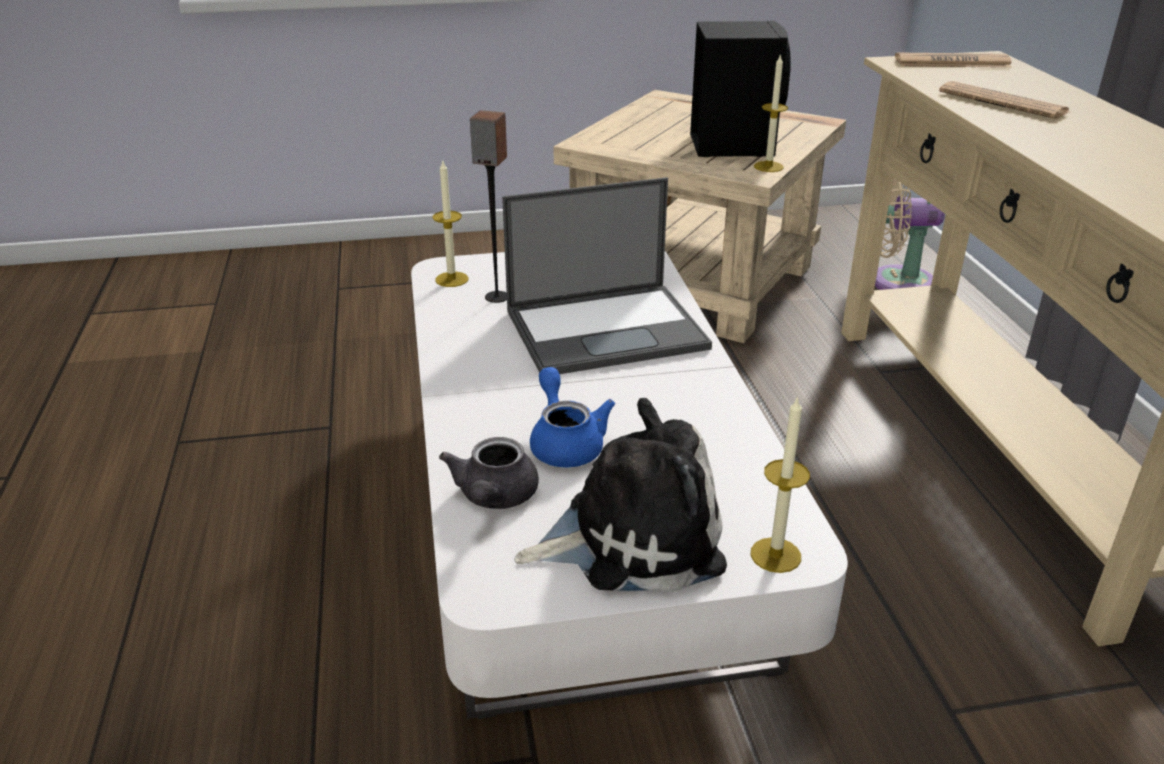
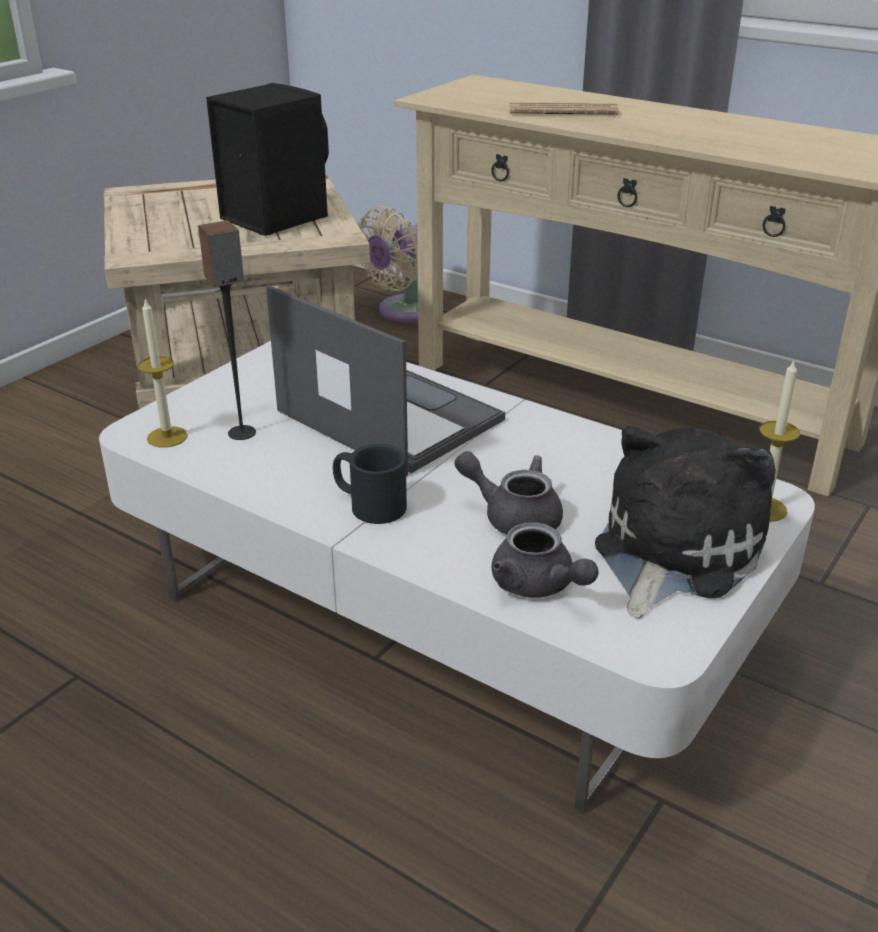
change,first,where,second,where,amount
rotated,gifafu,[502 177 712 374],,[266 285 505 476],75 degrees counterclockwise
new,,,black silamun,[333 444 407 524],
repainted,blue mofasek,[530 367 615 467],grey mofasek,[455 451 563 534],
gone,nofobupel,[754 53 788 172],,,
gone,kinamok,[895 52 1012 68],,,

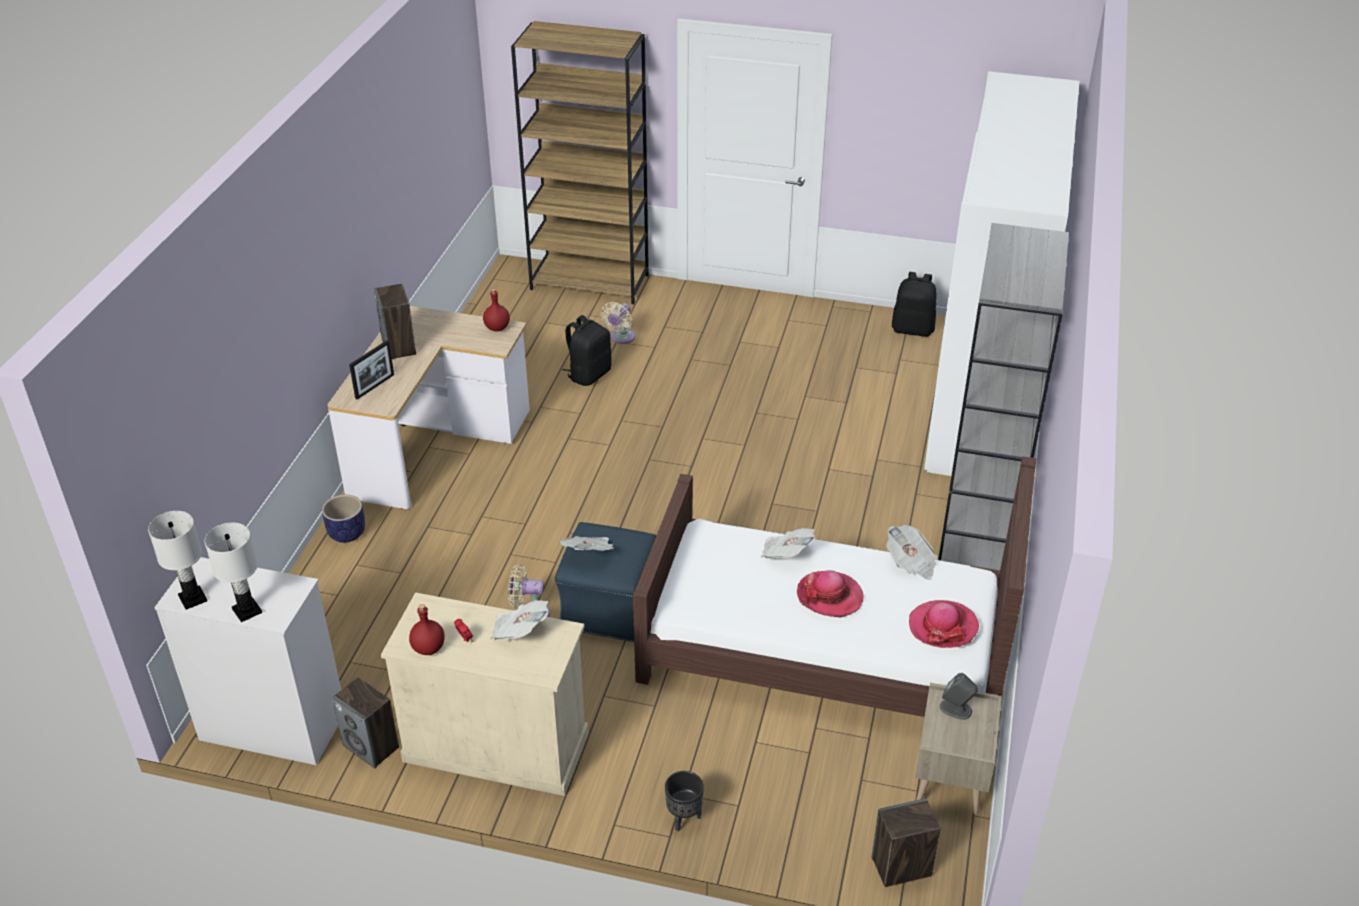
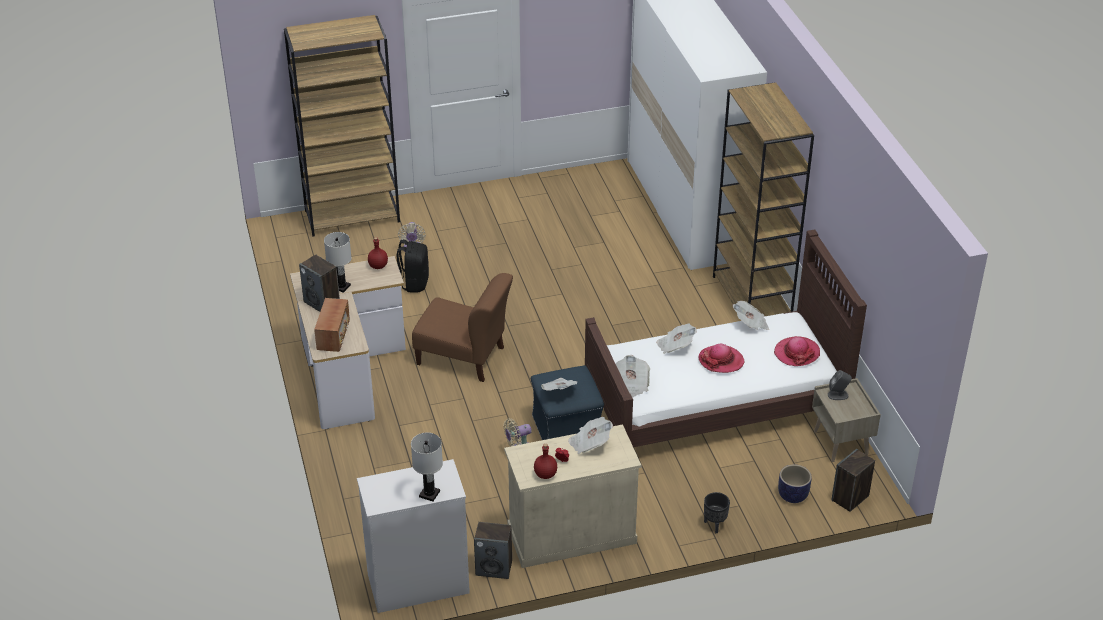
change,first,where,second,where,amount
swapped,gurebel,[349 340 394 400],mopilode,[314 298 350 352],
shifted,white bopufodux,[148 511 207 610],,[324 232 352 293],
new,,,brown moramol,[412 273 513 382],
new,,,kinamok,[616 355 650 398],
repainted,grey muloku,[938 223 1069 570],brown muloku,[713 82 814 317],
shifted,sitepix,[322 495 365 543],,[778 464 812 503],
gone,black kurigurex,[892 272 937 337],,,

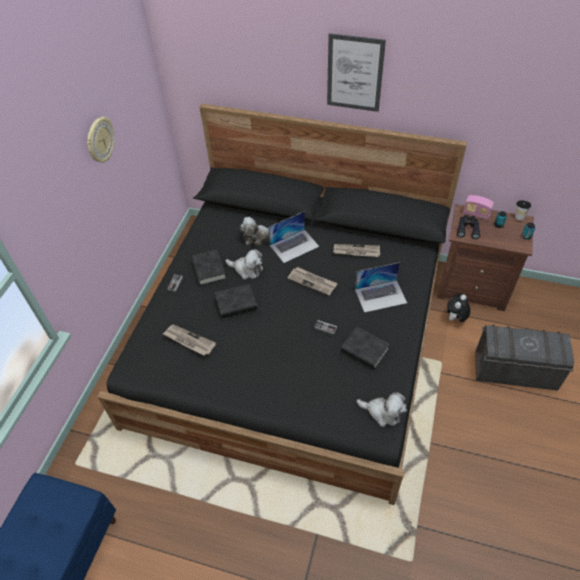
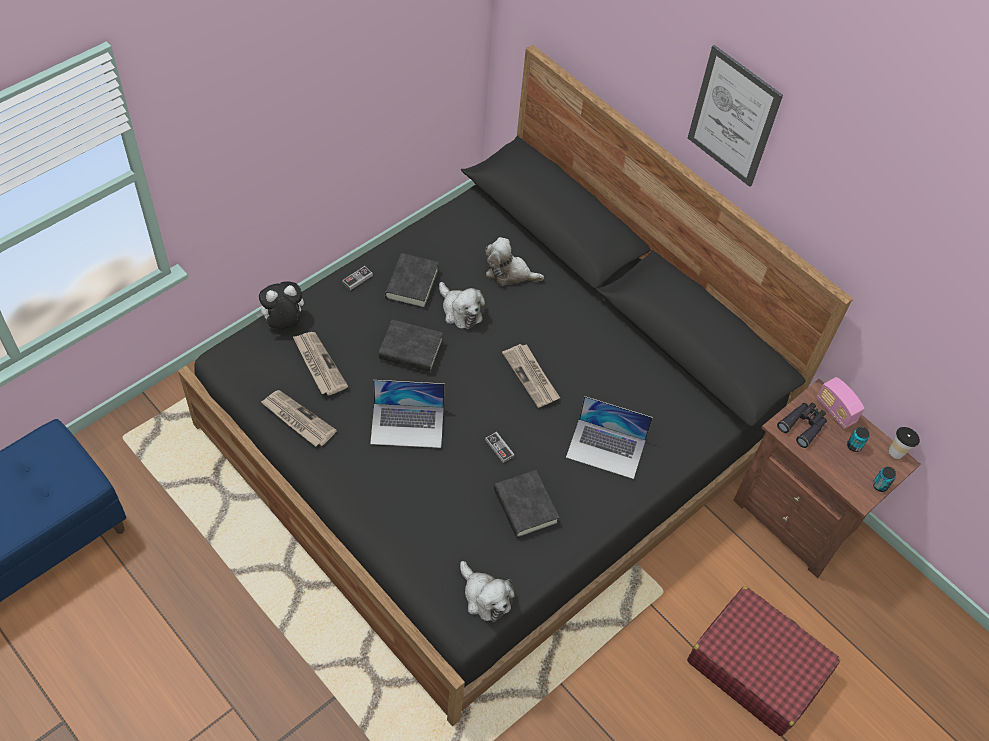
change,first,where,second,where,amount
shifted,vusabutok,[447 294 471 322],,[256 281 304 329],
shifted,kinamok,[333 244 380 257],,[261 390 337 447],
shifted,gifafu,[268 211 320 263],,[370 380 445 448],
swapped,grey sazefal,[475 325 574 391],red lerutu,[687 586 841 736],
gone,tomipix,[87 116 115 163],,,

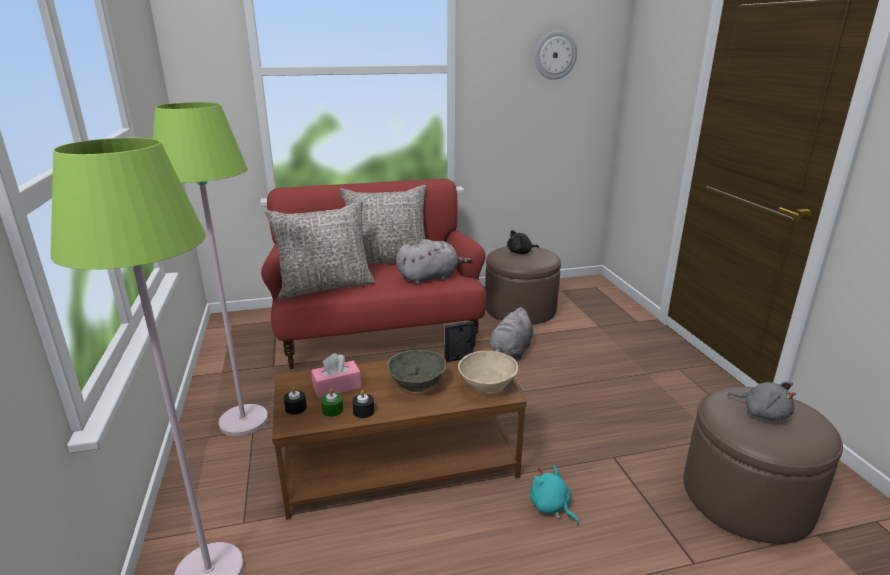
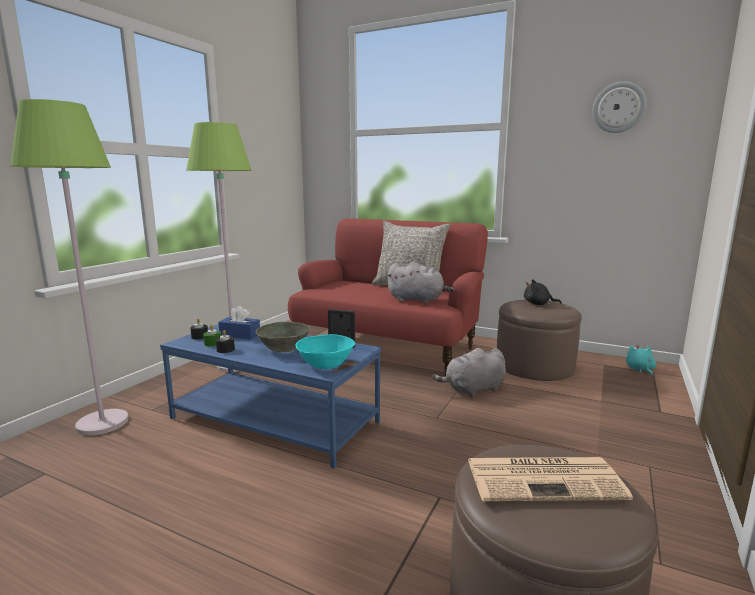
change,first,where,second,where,amount
repainted,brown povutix,[272 347 527 520],blue povutix,[160 324 381 469],
repainted,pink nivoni,[311 353 361 398],blue nivoni,[218 306 260 340],
repainted,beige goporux,[458 351 518 393],turquoise goporux,[296 334 355 369],
swapped,grey vusabutok,[727 382 796 421],kinamok,[468 457 633 501],
shifted,turquoise vusabutok,[530 465 579 525],,[626 345 656 376],
gone,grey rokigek,[265 200 376 299],,,

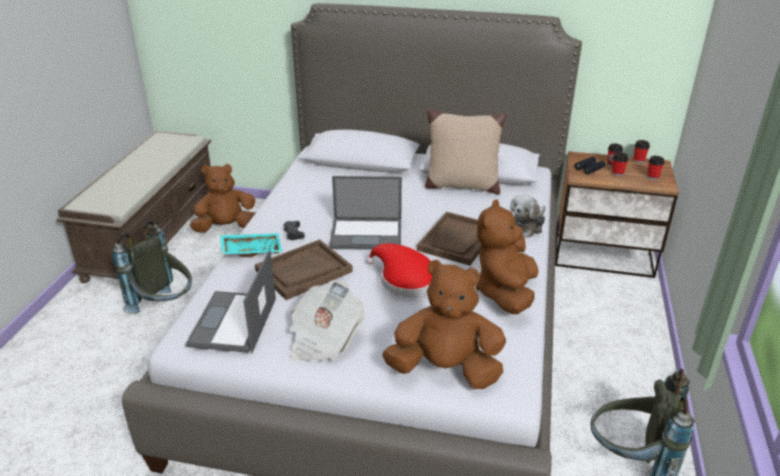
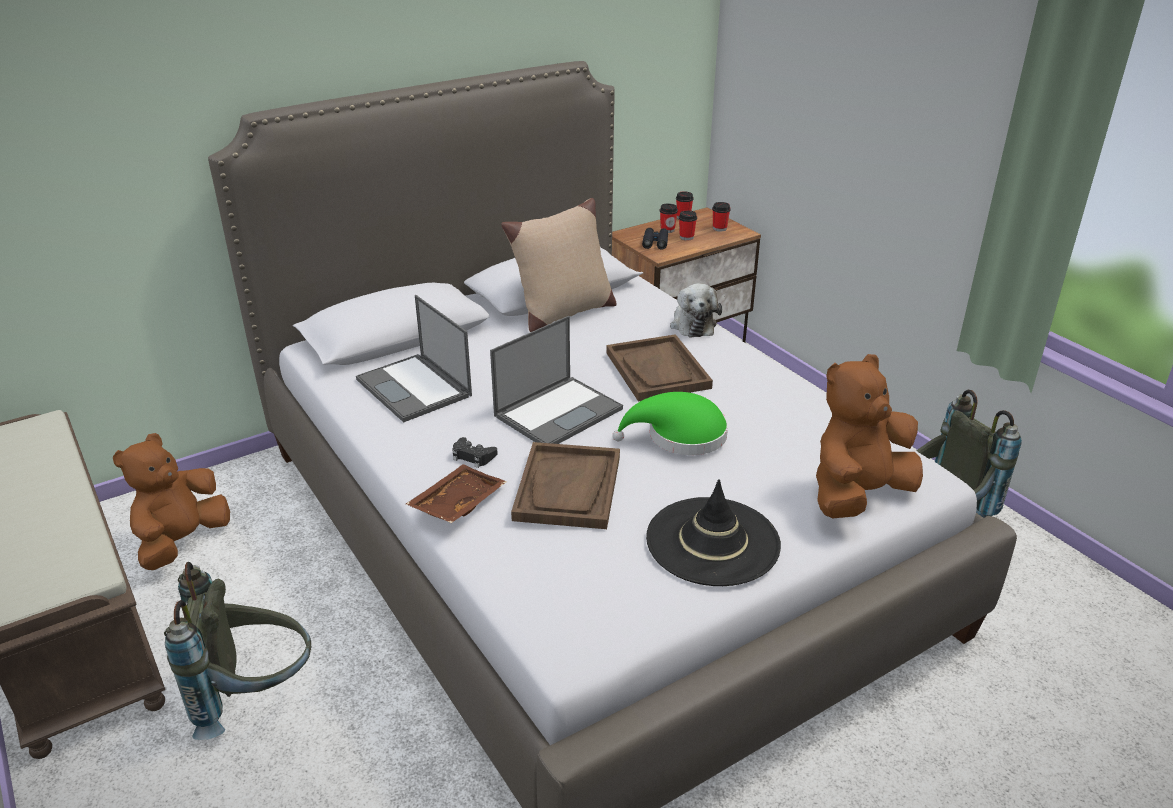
change,first,where,second,where,amount
shifted,gifafu,[186 250 276 353],,[356 295 472 422],
repainted,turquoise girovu,[220 233 282 257],brown girovu,[406 464 507 523],
repainted,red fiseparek,[366 243 432 297],green fiseparek,[612 392 728 455],
swapped,kinamok,[289 281 364 361],black fiseparek,[646 479 781 586],
gone,brown vusabutok,[476 199 539 314],,,

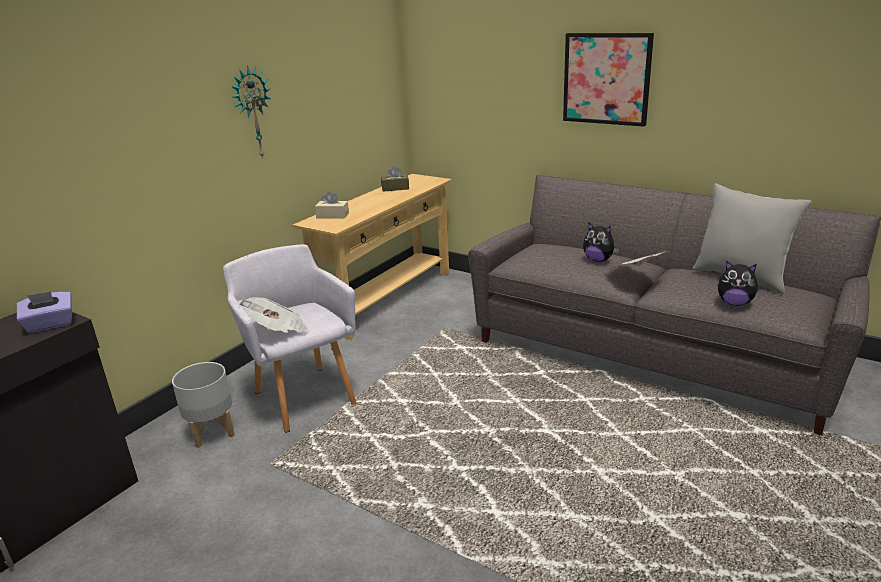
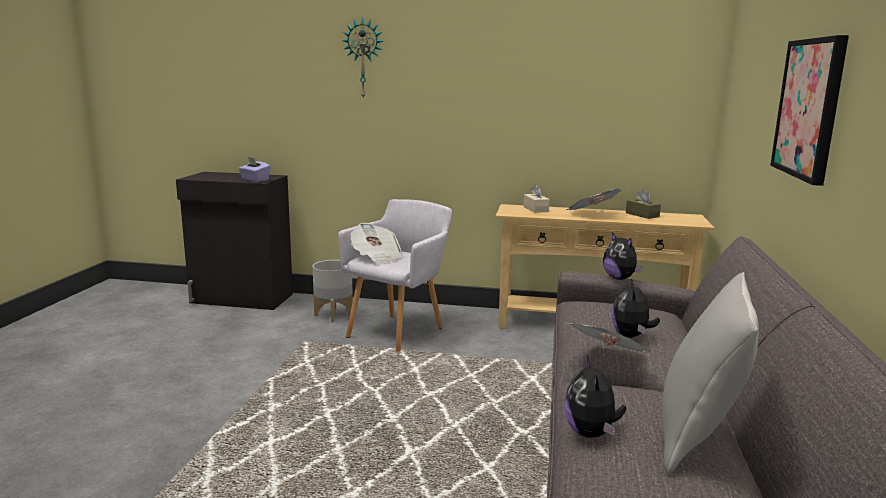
change,first,where,second,where,amount
shifted,tomipix,[231 66 271 159],,[342 17 383 99],
new,,,kinamok,[566 188 621 210],
new,,,vusabutok,[603 232 643 280],

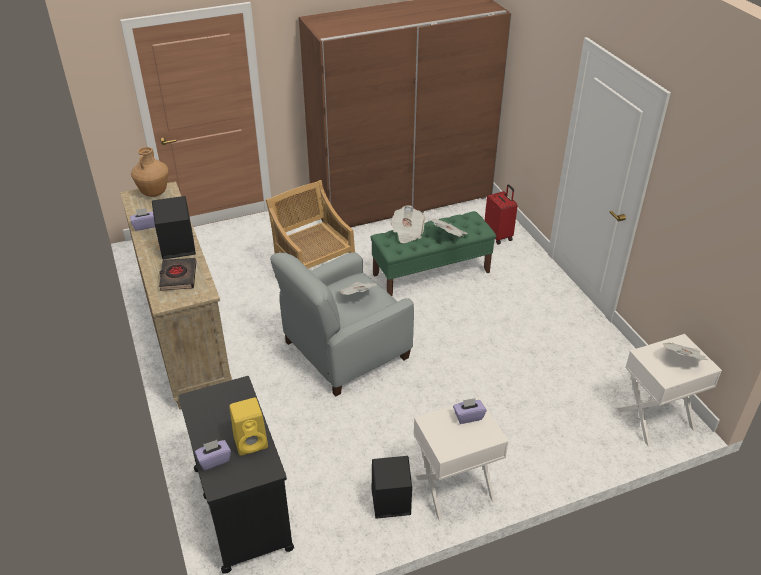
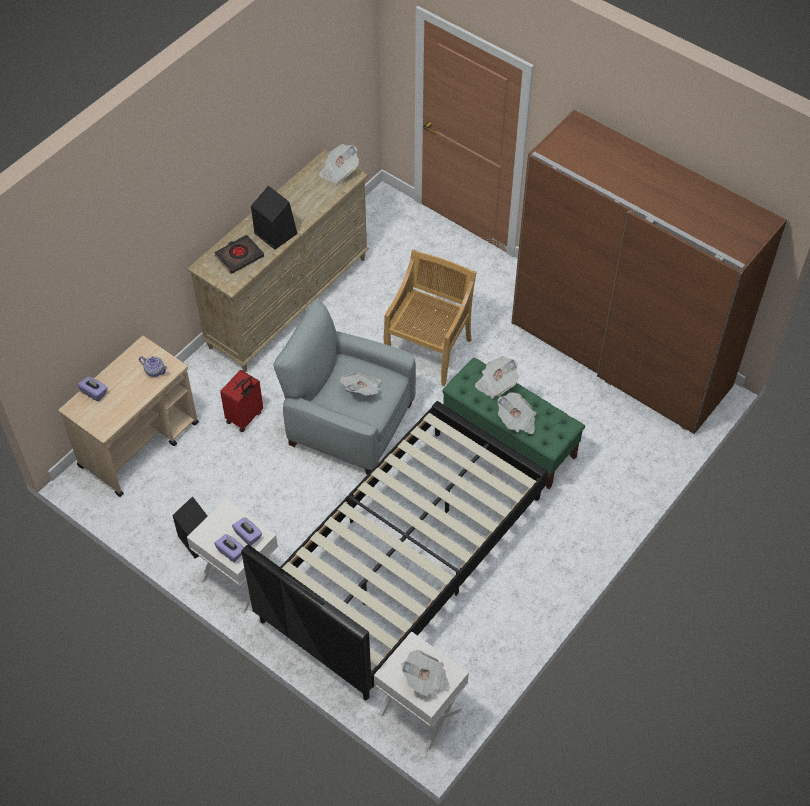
change,first,where,second,where,amount
repainted,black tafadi,[178 376 294 574],beige tafadi,[59 336 199 497],
new,,,mofasek,[139 356 168 377],
shifted,purple nivoni,[130 208 155 231],,[214 534 244 562],
shifted,red lerutu,[485 184 518 245],,[220 370 263 432],
new,,,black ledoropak,[241 401 548 700],
swapped,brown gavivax,[131 147 169 197],kinamok,[319 144 359 184],
gone,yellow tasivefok,[229 398 268 456],,,

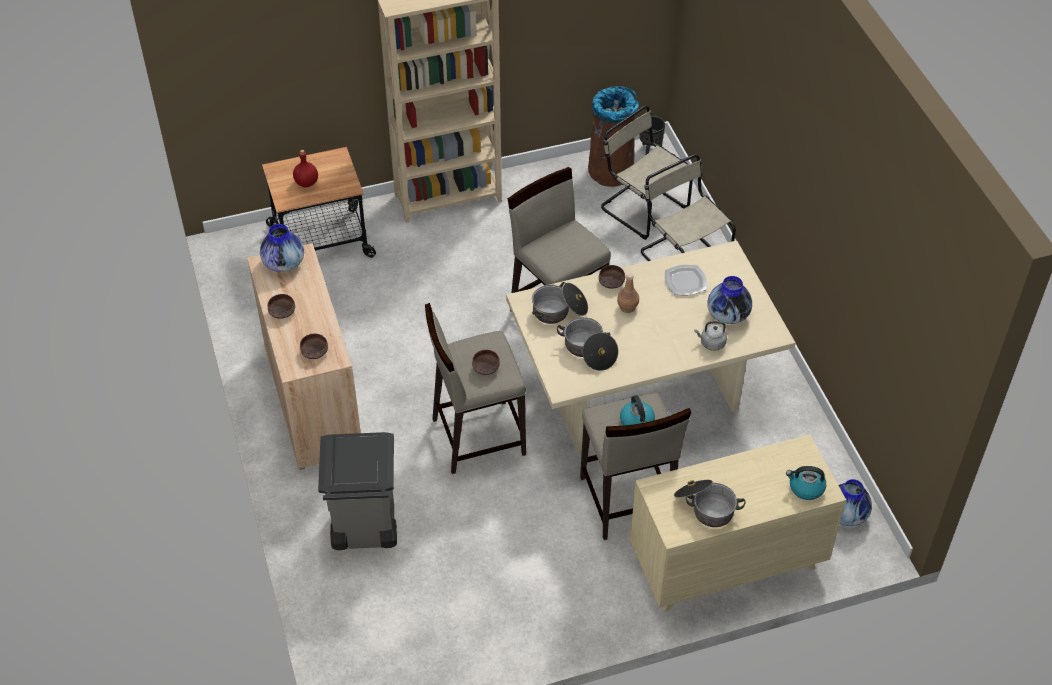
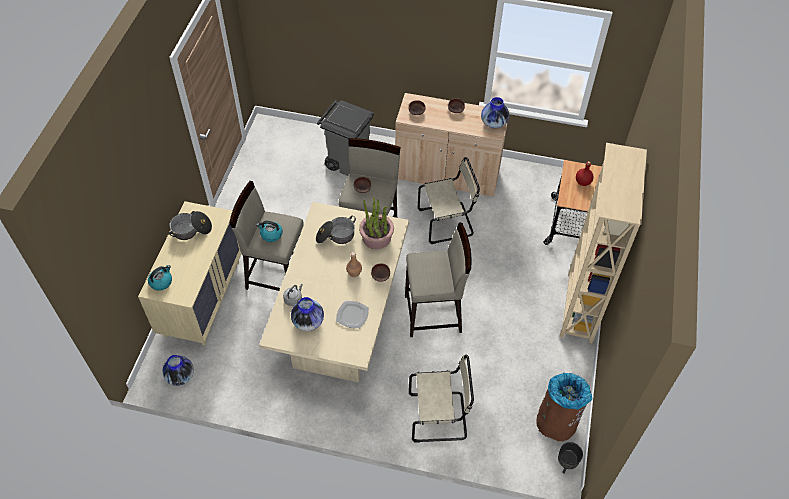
change,first,where,second,where,amount
swapped,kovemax,[532 282 588 324],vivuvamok,[359 197 394 249],
shifted,beige moramol,[601 105 693 240],,[418 157 480 244],

